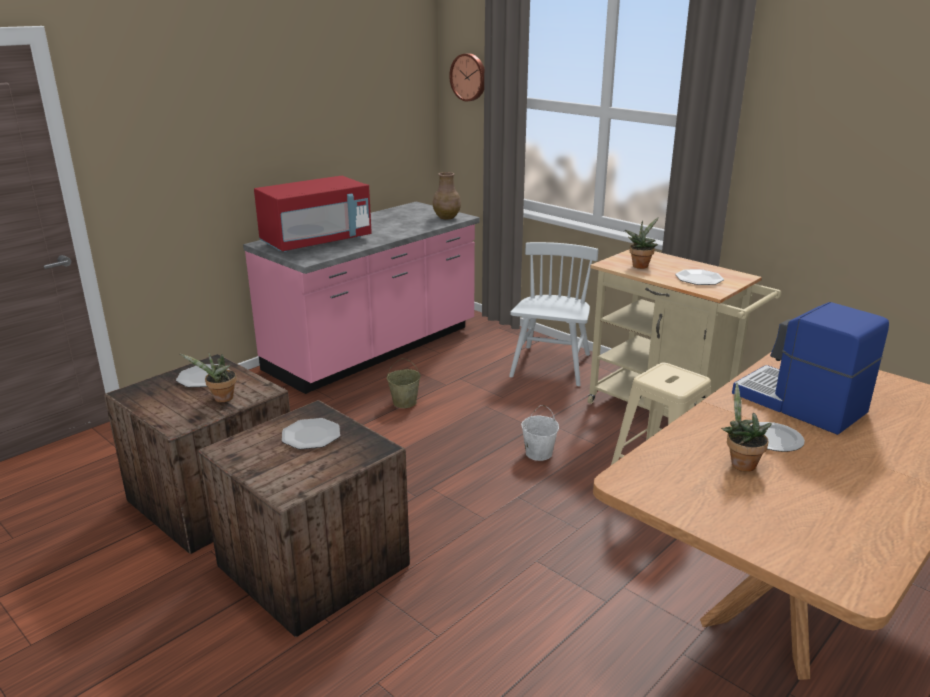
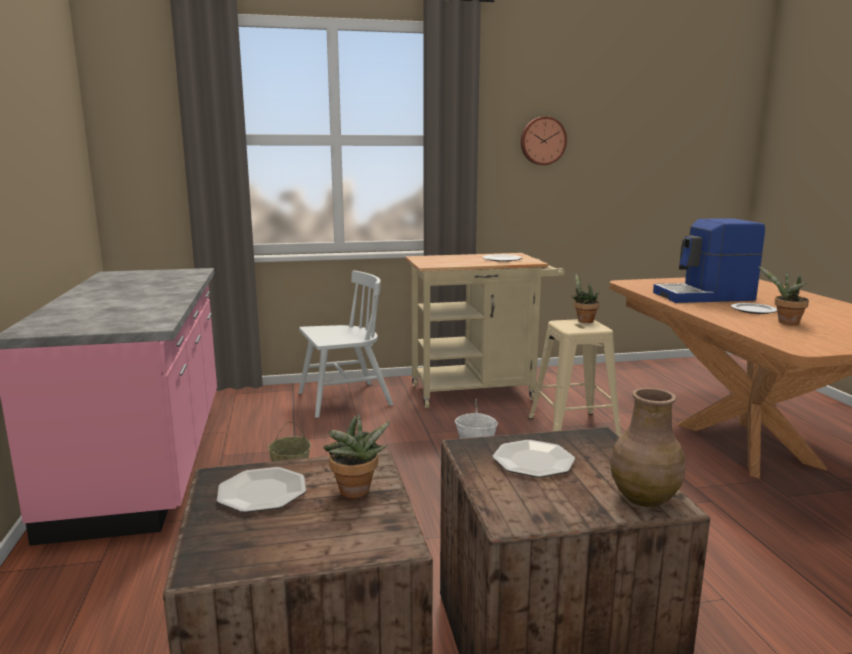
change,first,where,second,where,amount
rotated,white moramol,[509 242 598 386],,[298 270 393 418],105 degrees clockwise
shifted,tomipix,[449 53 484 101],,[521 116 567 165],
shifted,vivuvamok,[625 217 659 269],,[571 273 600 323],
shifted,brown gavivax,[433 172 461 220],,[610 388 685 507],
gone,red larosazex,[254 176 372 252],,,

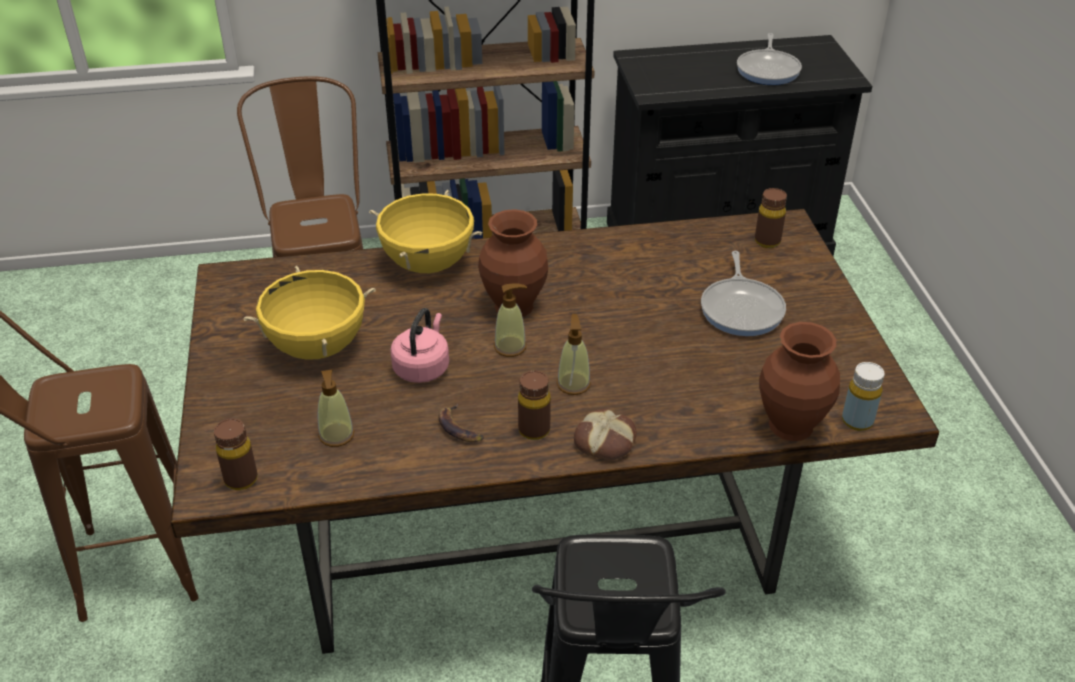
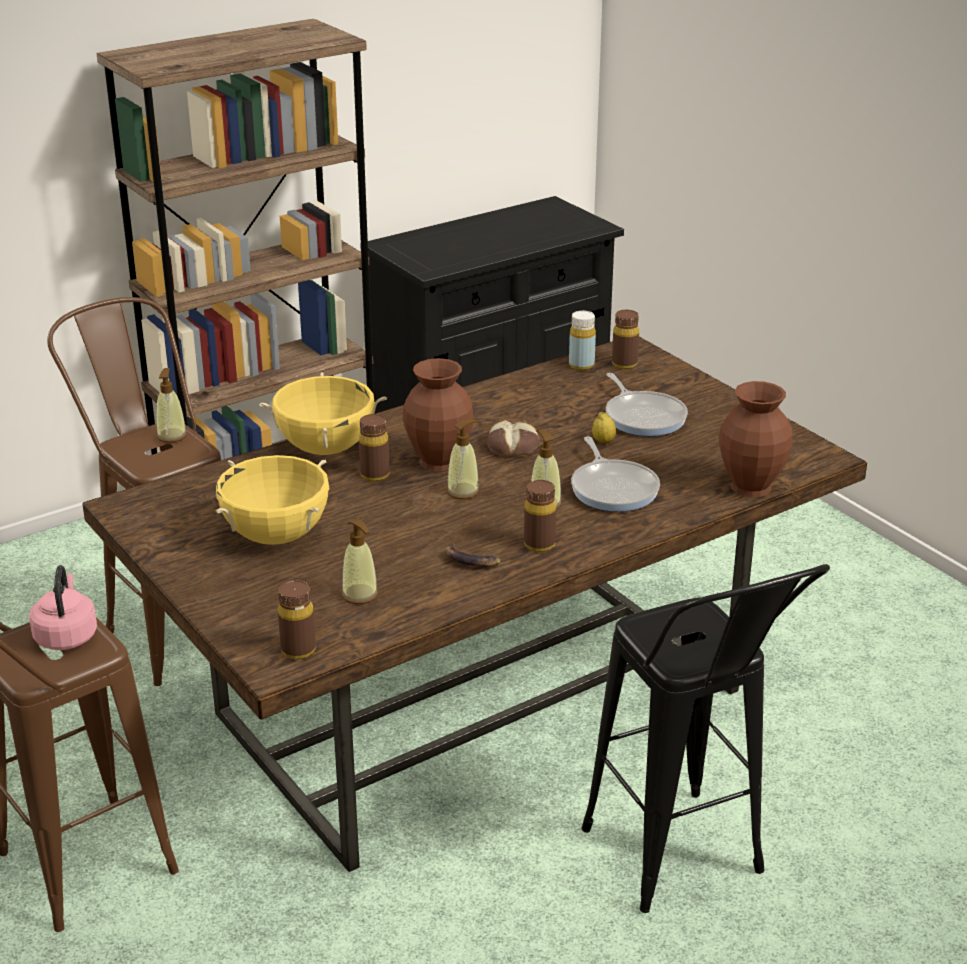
change,first,where,second,where,amount
shifted,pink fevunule,[390 308 449 383],,[29 565 97 650],
new,,,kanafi,[156 368 187 443],
new,,,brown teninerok,[359 414 390 482],
shifted,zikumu,[574 409 637 461],,[488 420 540 456],
shifted,yellow teninerok,[842 362 884 431],,[569 311 596 370],
shifted,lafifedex,[737 33 802 85],,[571 437 660 512],
new,,,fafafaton,[592 412 616 443],

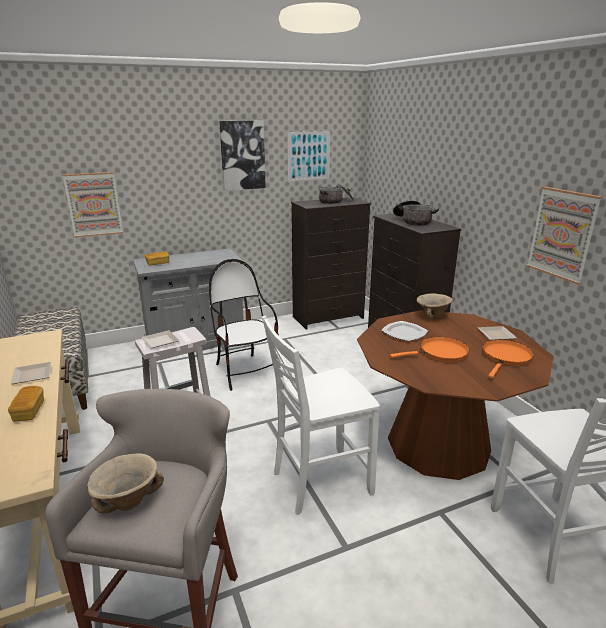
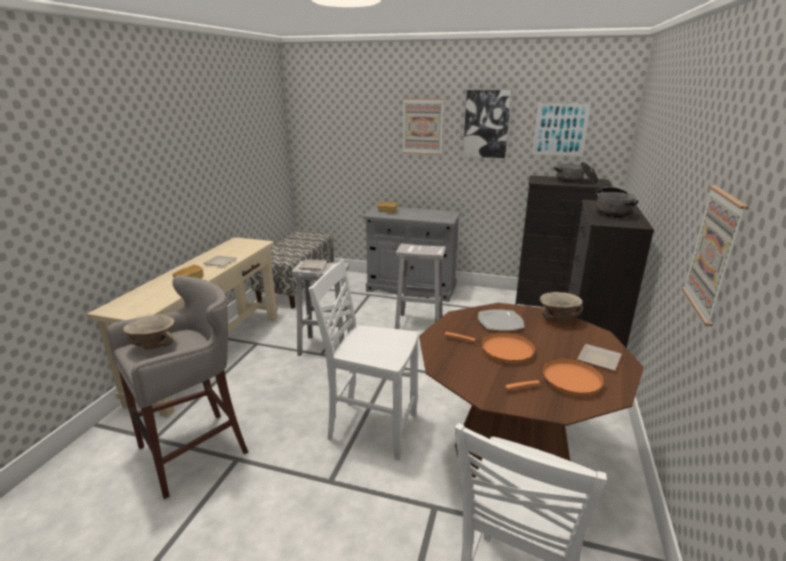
change,first,where,second,where,amount
swapped,moramol,[209 259 279 391],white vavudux,[395 244 446 329],
shifted,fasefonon,[63 172 123 238],,[403 98 444 155],

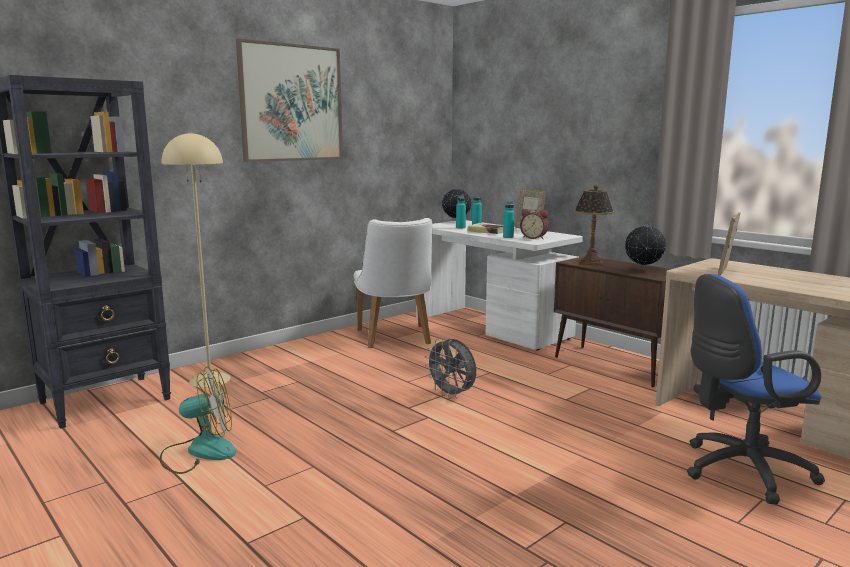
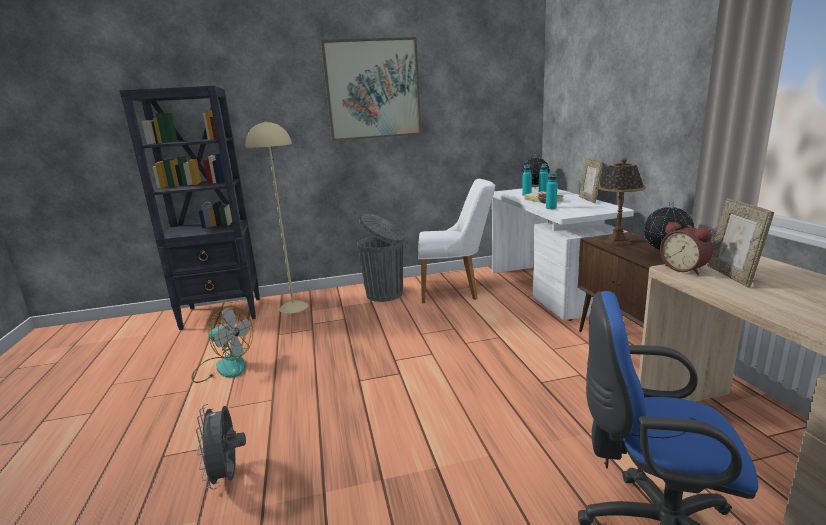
change,first,where,second,where,amount
shifted,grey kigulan,[425 338 476 399],,[196 404 246 489],
new,,,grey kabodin,[357 214 405 302],
rotated,white moramol,[354 218 432 348],,[418 179 495 303],105 degrees counterclockwise
shifted,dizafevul,[520 209 549 239],,[660 222 713 275],
rotated,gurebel,[718 212 741 276],,[707 198 774 288],60 degrees counterclockwise

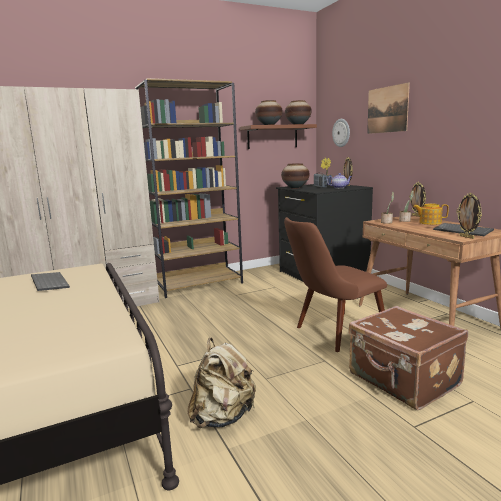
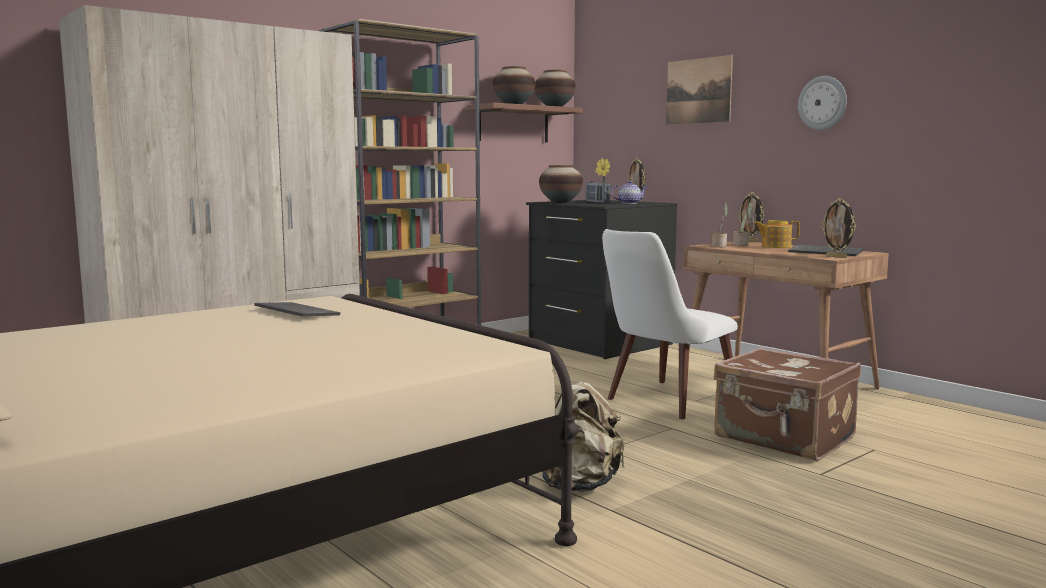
change,first,where,second,where,amount
repainted,brown moramol,[284 217 387 352],white moramol,[602 229 738 419],
shifted,tomipix,[332 119 350 147],,[798 76 847 130],

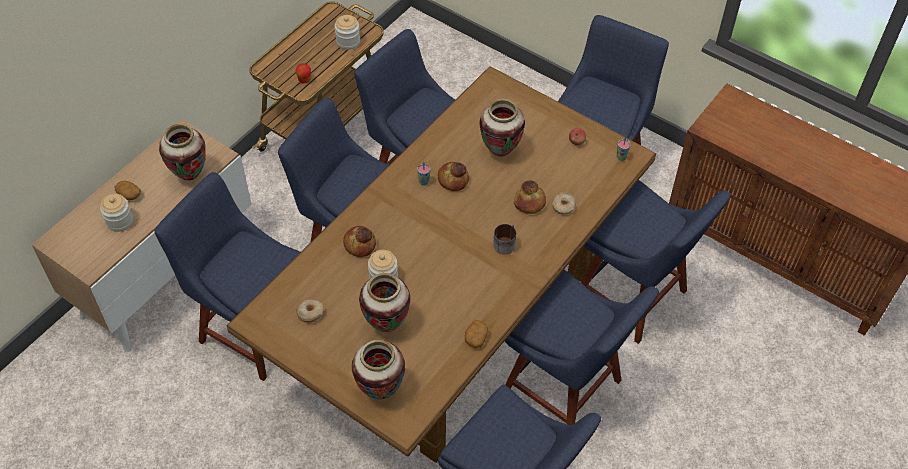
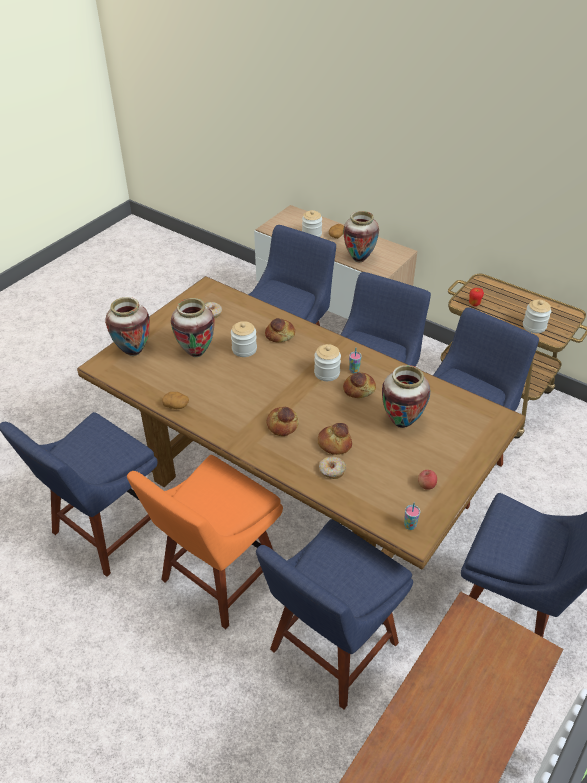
change,first,where,second,where,amount
repainted,blue moramol,[505 270 659 425],orange moramol,[127 455 283 629],
swapped,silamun,[493 224 516 254],zikumu,[267 407 299 436],
new,,,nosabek,[314 344 341 381],

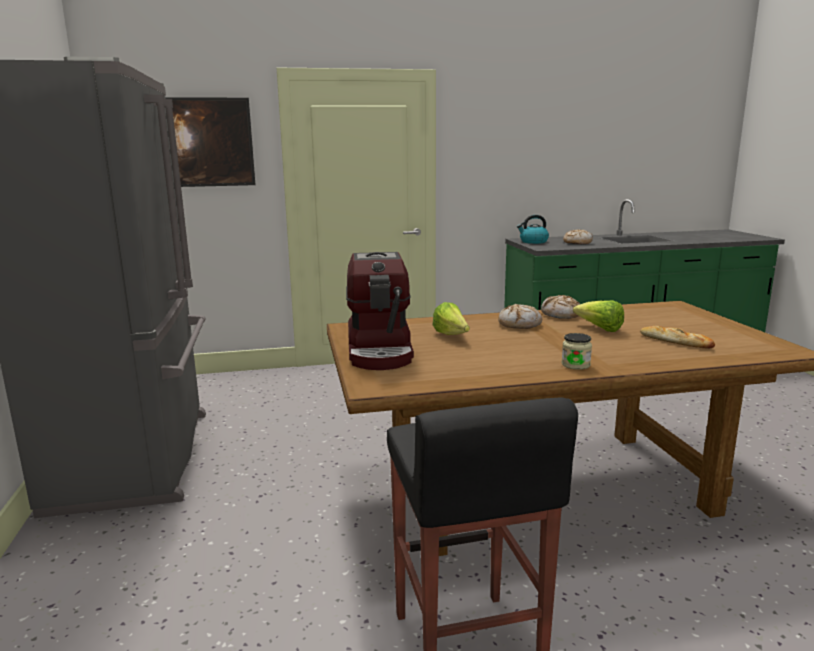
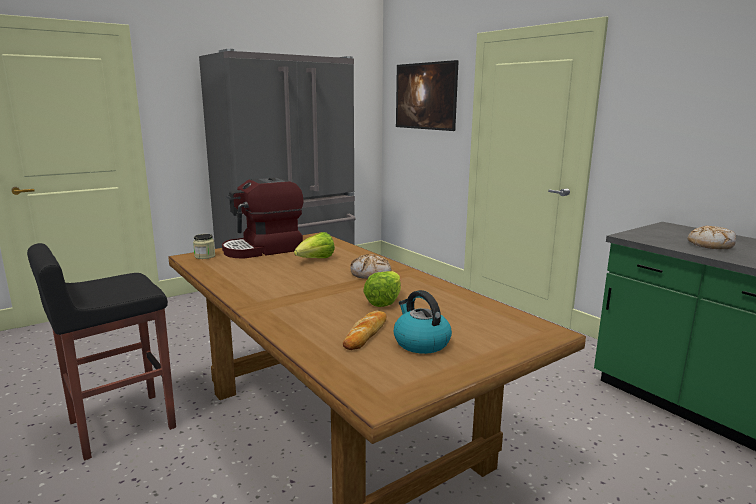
change,first,where,second,where,amount
shifted,nosabek,[562 333 592 370],,[193 234 215 259],
shifted,fevunule,[517 215 549 244],,[394 290 452 354],
gone,zikumu,[541 295 580 319],,,

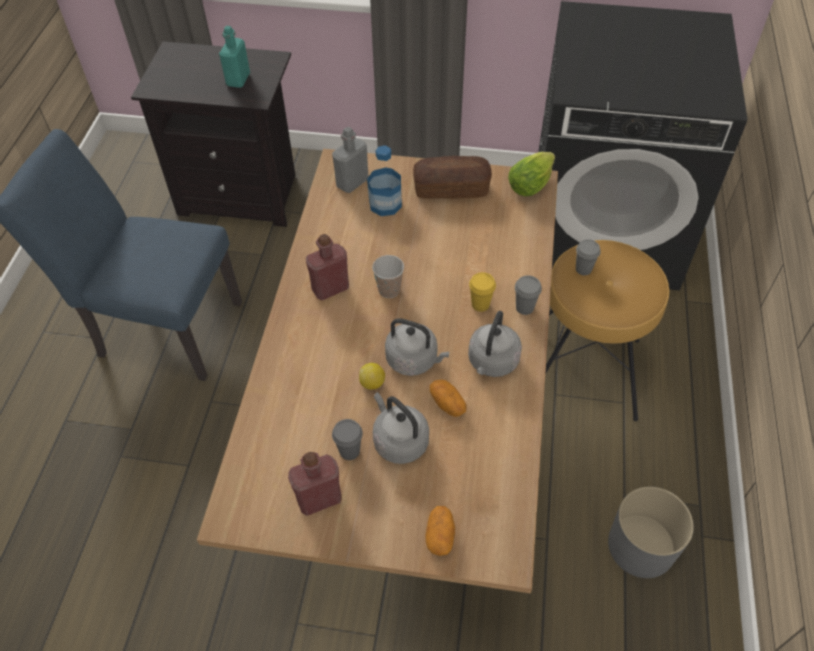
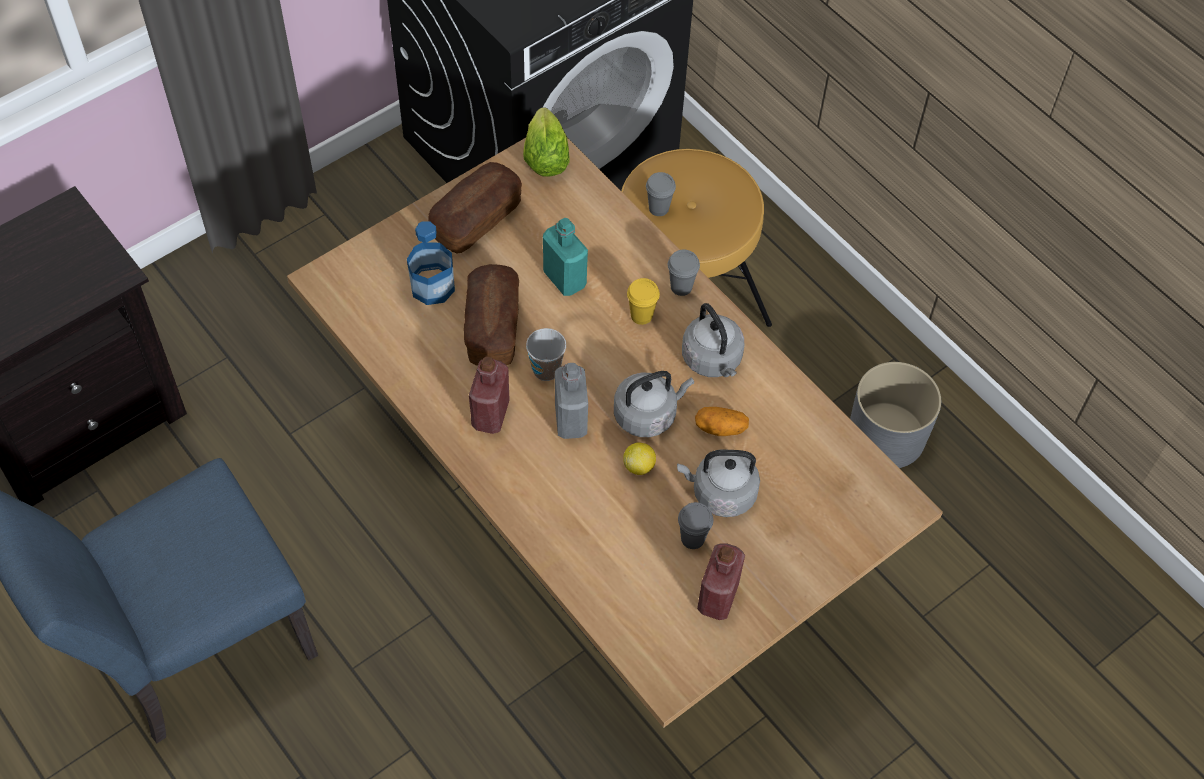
change,first,where,second,where,amount
new,,,zikumu,[464 264 519 365],
shifted,turquoise teninerok,[219 26 250 88],,[543 218 588 296],
shifted,grey teninerok,[332 127 368 193],,[555 363 588 439],
gone,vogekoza,[425 506 455 556],,,

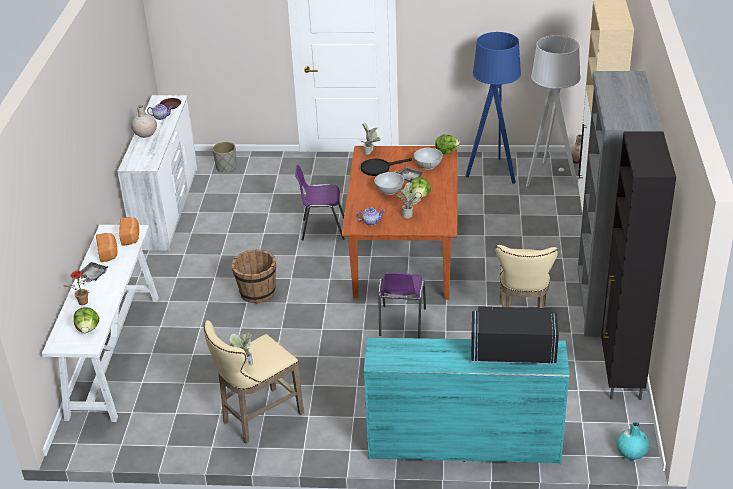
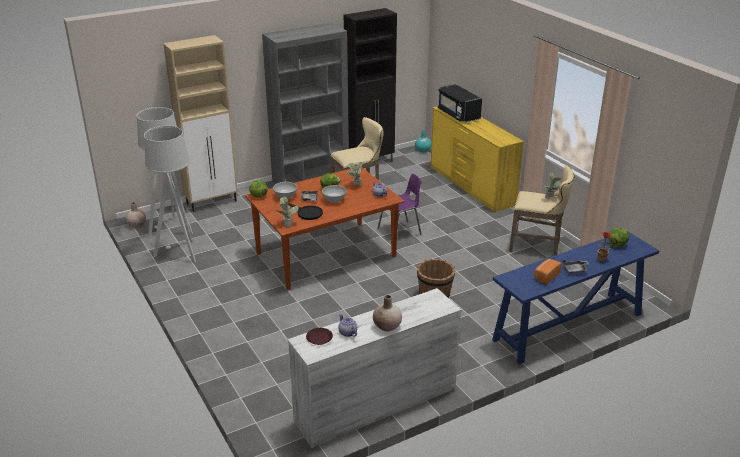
change,first,where,second,where,amount
repainted,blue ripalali,[465 32 521 184],grey ripalali,[144 126 196 263],
repainted,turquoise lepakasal,[364 338 570 464],yellow lepakasal,[431 106 524 212],
repainted,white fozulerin,[42 225 159 422],blue fozulerin,[492 231 659 365],
gone,zikumu,[119 217 139 246],,,
gone,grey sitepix,[212 142 237 172],,,
gone,purple moramol,[295 165 345 241],,,

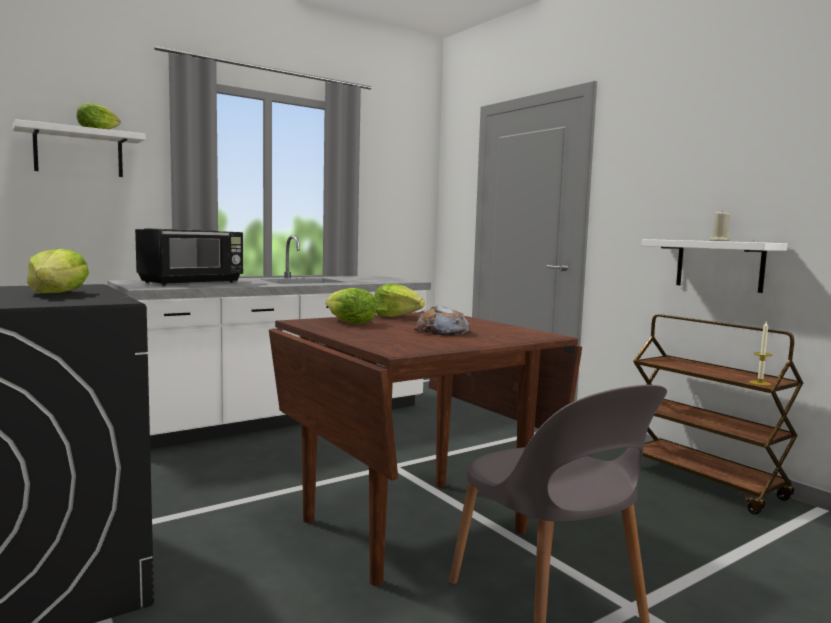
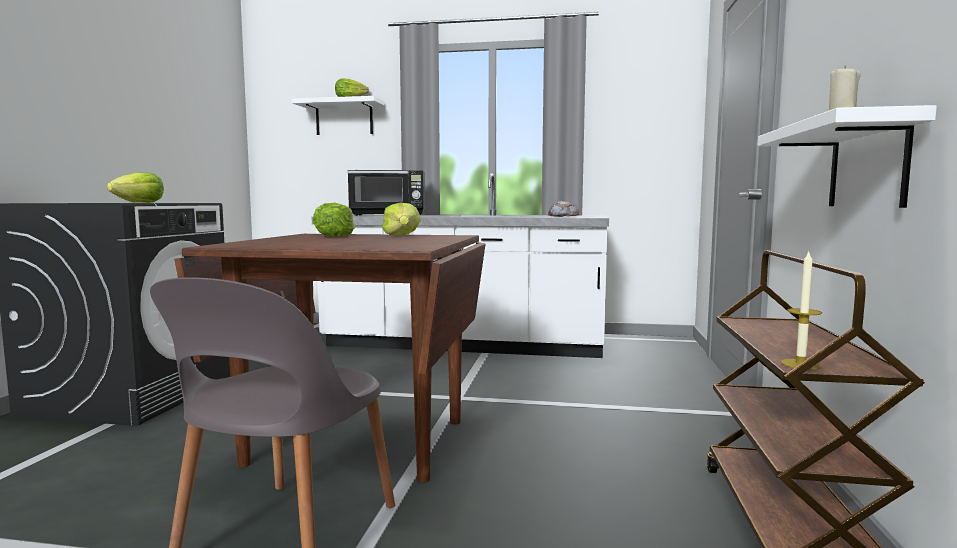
change,first,where,second,where,amount
shifted,zikumu,[414 306 471 336],,[548 201 580 217],

